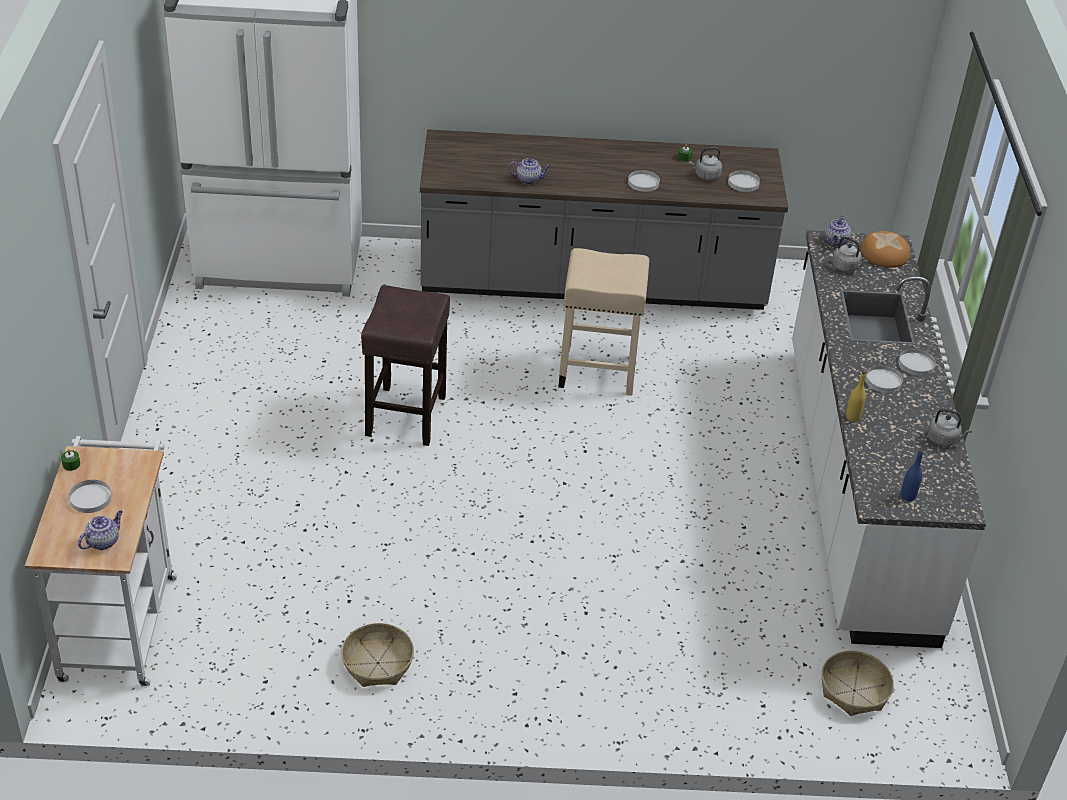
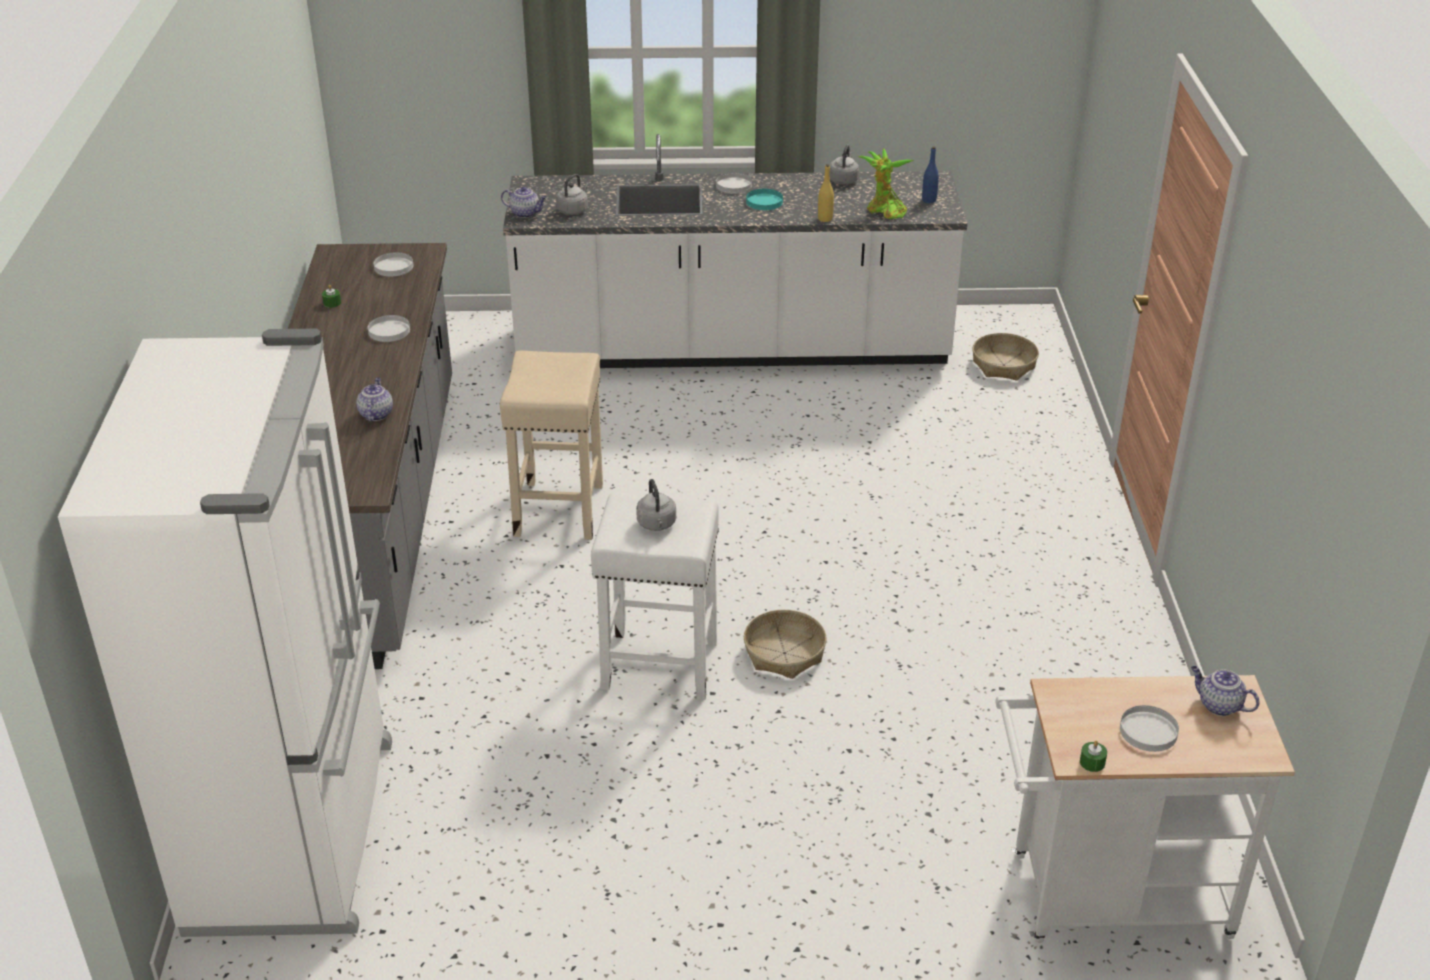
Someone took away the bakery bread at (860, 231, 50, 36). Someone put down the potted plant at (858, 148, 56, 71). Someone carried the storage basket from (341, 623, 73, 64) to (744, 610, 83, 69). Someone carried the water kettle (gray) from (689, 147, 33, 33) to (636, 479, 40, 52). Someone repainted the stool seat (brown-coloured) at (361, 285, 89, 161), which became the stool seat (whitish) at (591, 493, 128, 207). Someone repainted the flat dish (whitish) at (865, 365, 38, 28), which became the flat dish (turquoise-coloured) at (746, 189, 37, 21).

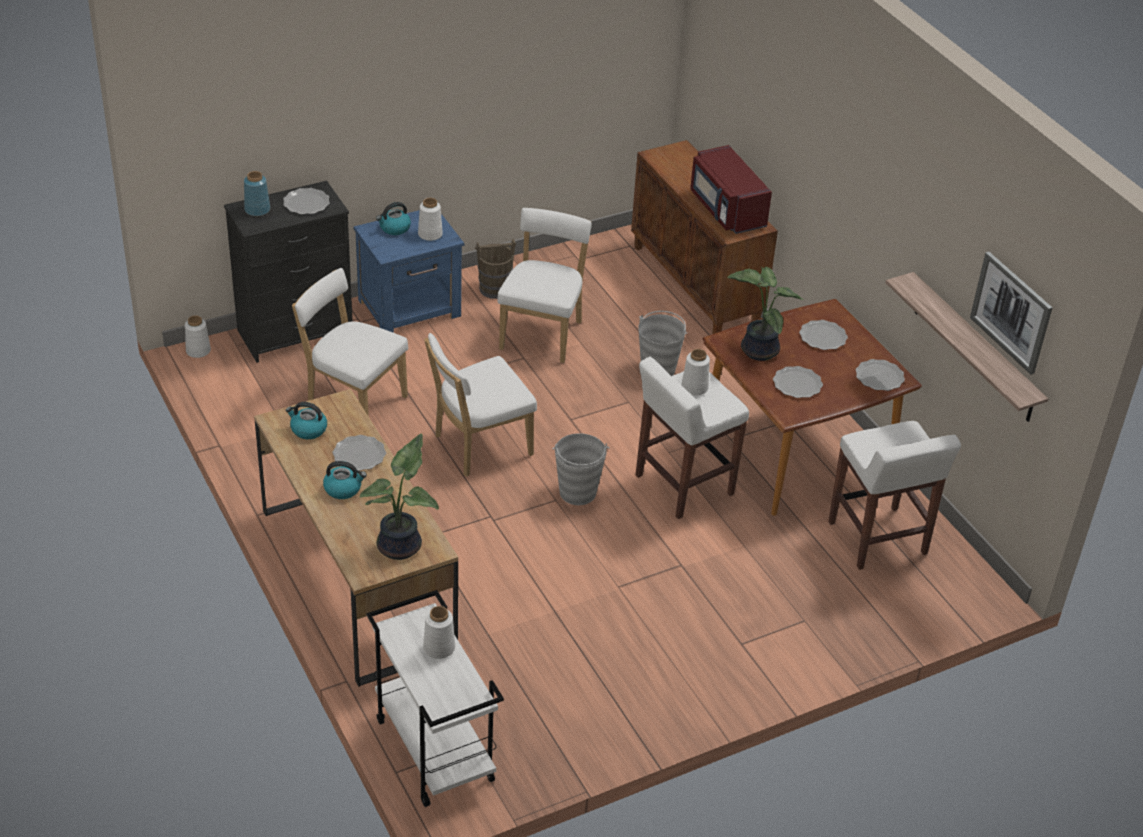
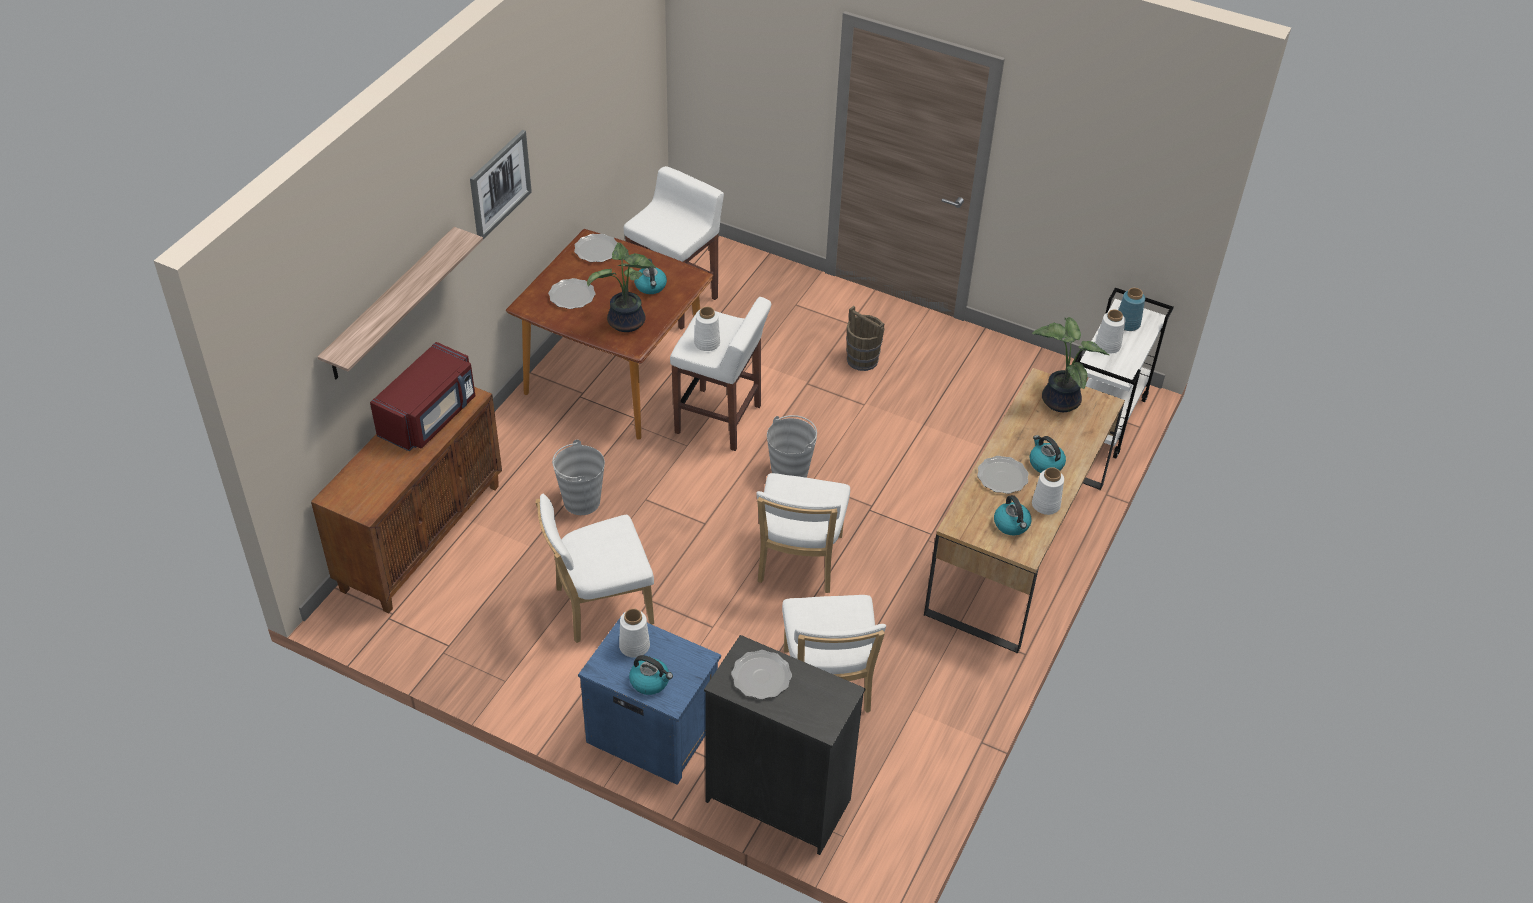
Someone carried the decorative vase (whitish) from (185, 315, 26, 43) to (1032, 467, 32, 48). Someone carried the decorative vase (blue) from (244, 171, 26, 45) to (1119, 288, 26, 43). Someone carried the pail (brown-coloured) from (475, 239, 41, 60) to (846, 306, 39, 65). Someone carried the wall shelf from (885, 272, 163, 150) to (318, 227, 165, 152). Someone carried the picture from (970, 252, 82, 123) to (470, 130, 62, 109). Someone swapped the flat dish at (773, 366, 50, 32) for the water kettle at (634, 259, 33, 35). Someone rotated the upright chair (whitish) at (424, 333, 113, 144) by 75 degrees clockwise.

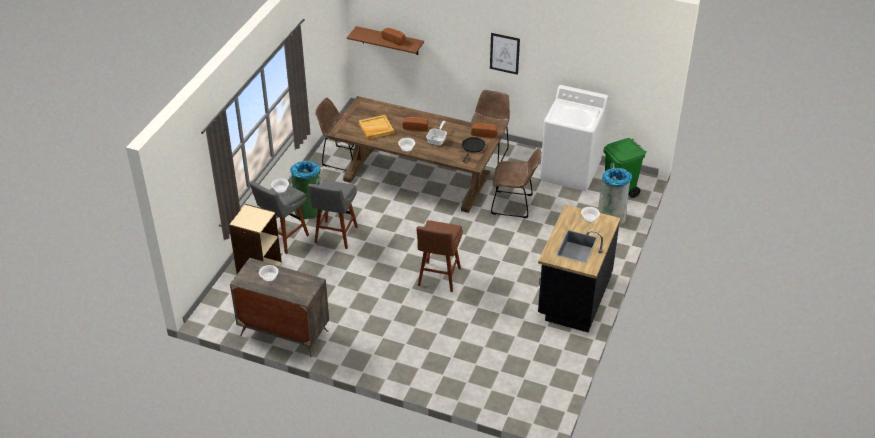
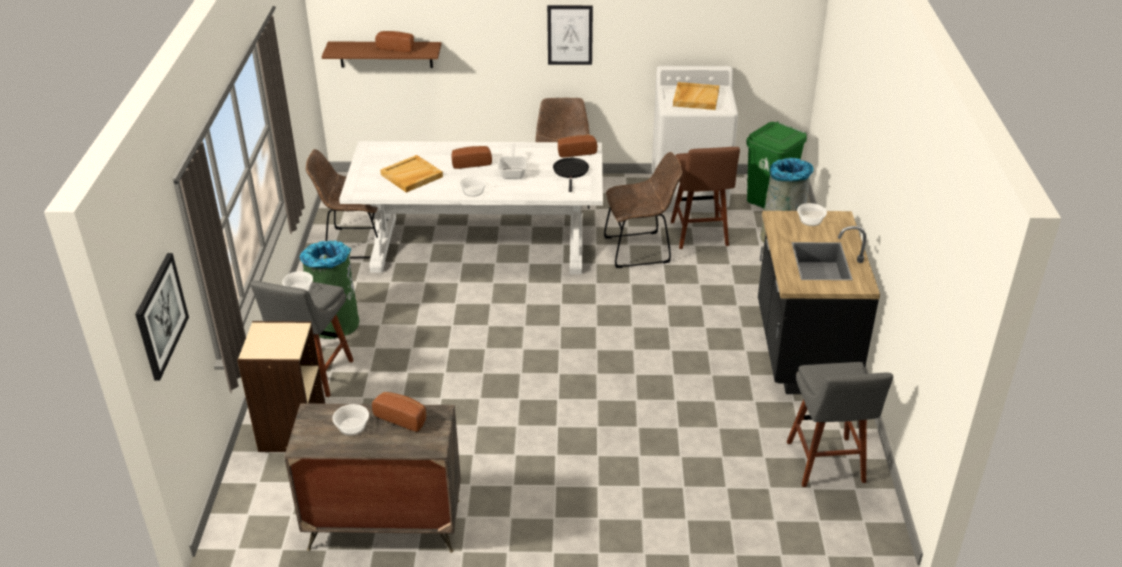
Someone put up the picture at (135, 253, 54, 128). Someone put down the bakery bread at (372, 392, 54, 40). Someone put down the carrying tray (beige) at (673, 82, 46, 28). Someone carried the stool seat (gray) from (308, 180, 50, 69) to (787, 362, 106, 125). Someone carried the stool seat (brown-coloured) from (416, 220, 47, 72) to (671, 147, 69, 102). Someone repainted the dining table (brown-coloured) at (327, 96, 178, 117), which became the dining table (whitish) at (339, 141, 264, 133).

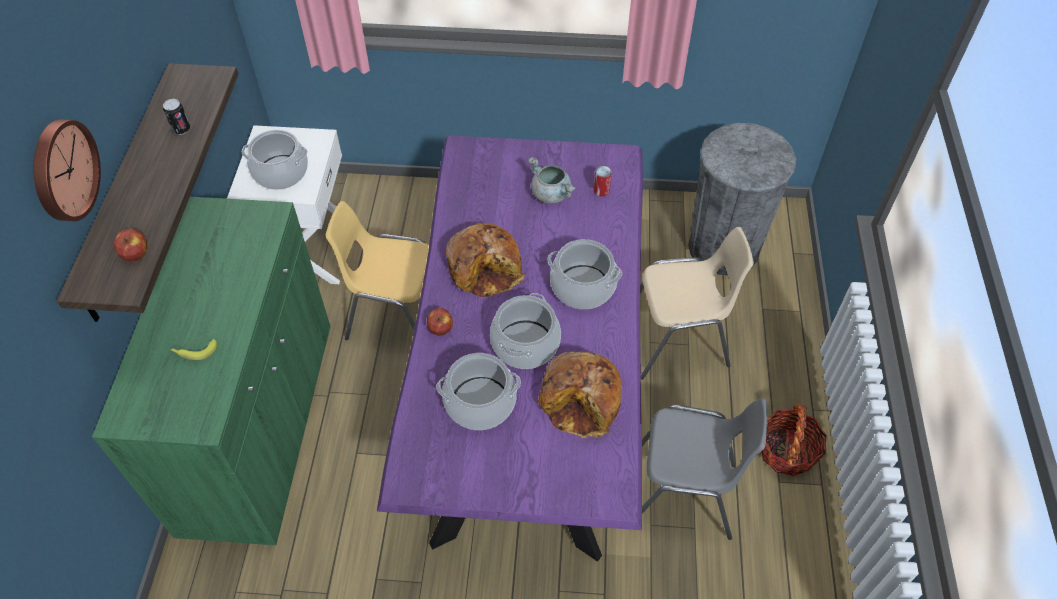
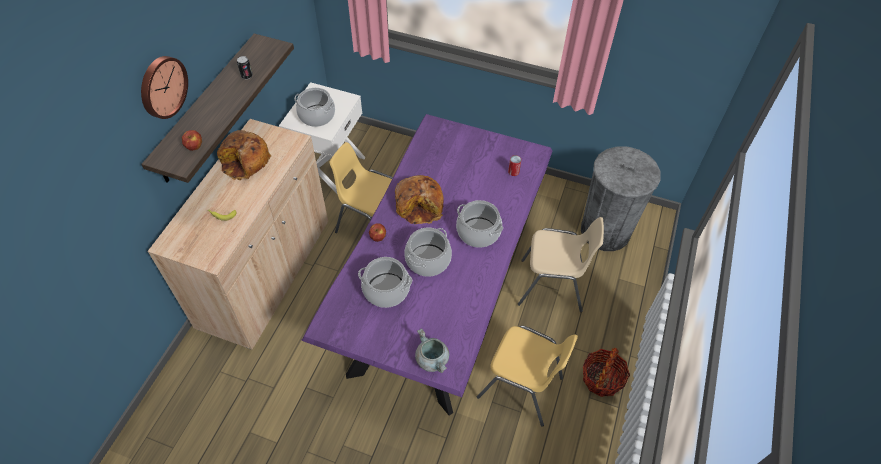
Someone carried the saucepot (gray) from (528, 157, 48, 47) to (415, 329, 34, 44). Someone carried the bakery bread from (537, 351, 85, 87) to (217, 130, 54, 50). Someone repainted the cupboard (green-coloured) at (92, 197, 238, 349), which became the cupboard (beige) at (148, 119, 180, 231). Someone repainted the upright chair (gray) at (642, 398, 125, 142), which became the upright chair (yellow-coloured) at (477, 326, 101, 101).

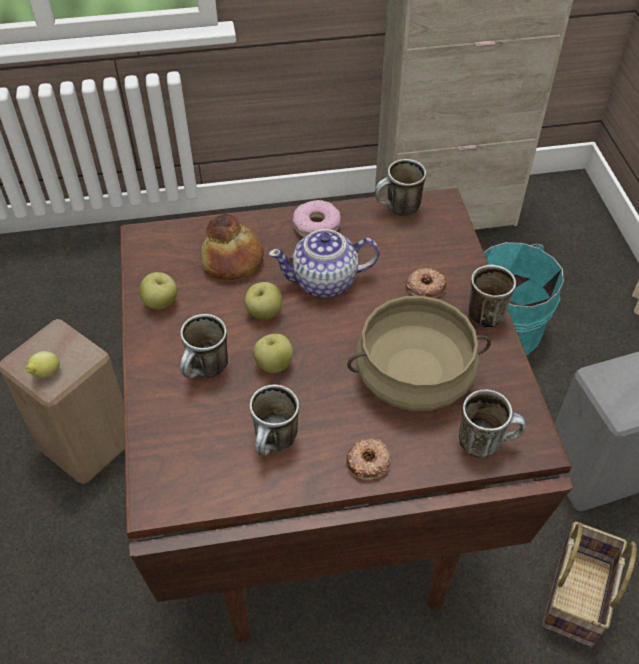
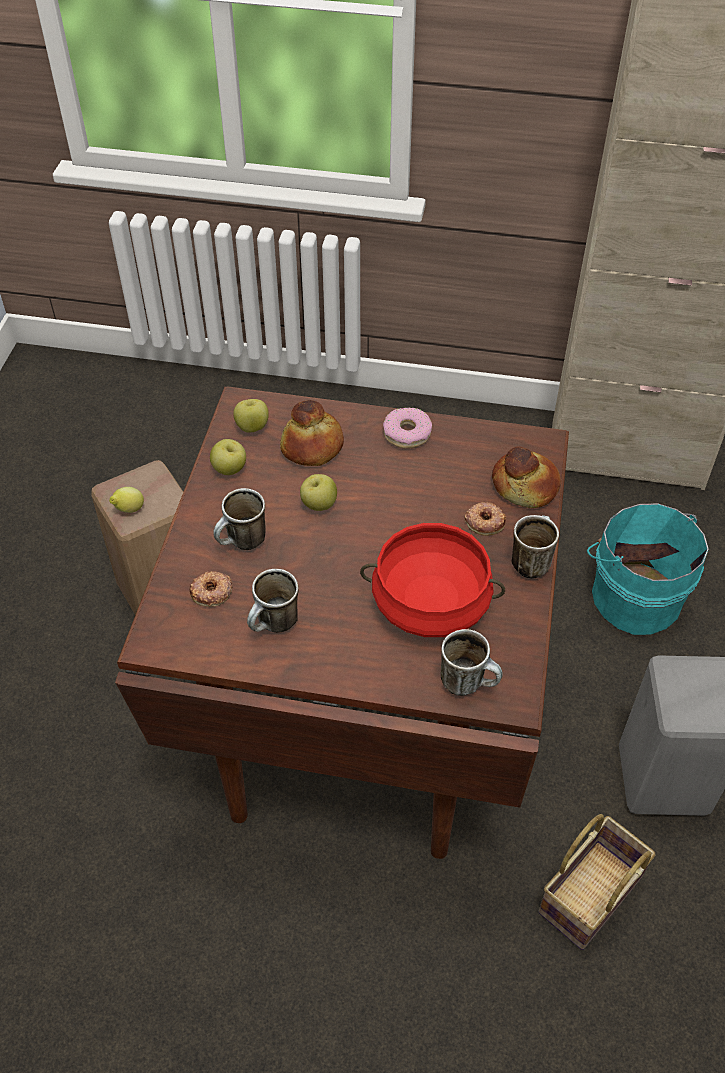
Someone took away the tea pot at (268, 229, 112, 69). Someone took away the coffee mug at (375, 159, 51, 57). Someone put down the bakery bread at (492, 446, 69, 62). Someone carried the apple from (253, 334, 40, 39) to (233, 399, 36, 34). Someone carried the donut from (346, 439, 45, 41) to (189, 571, 44, 36). Someone repainted the saucepot (beige) at (347, 296, 144, 115), which became the saucepot (red-coloured) at (360, 523, 145, 114).

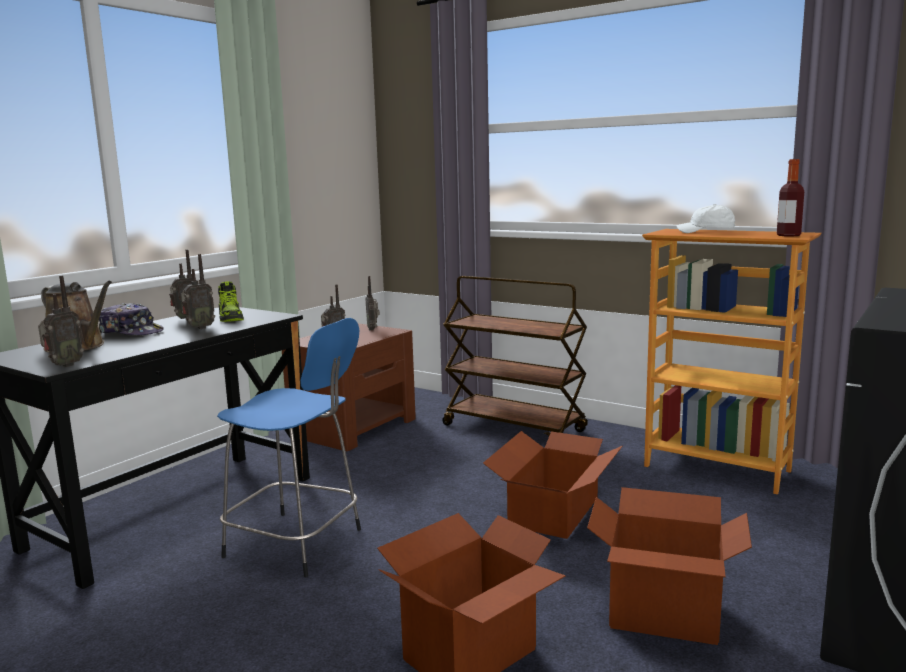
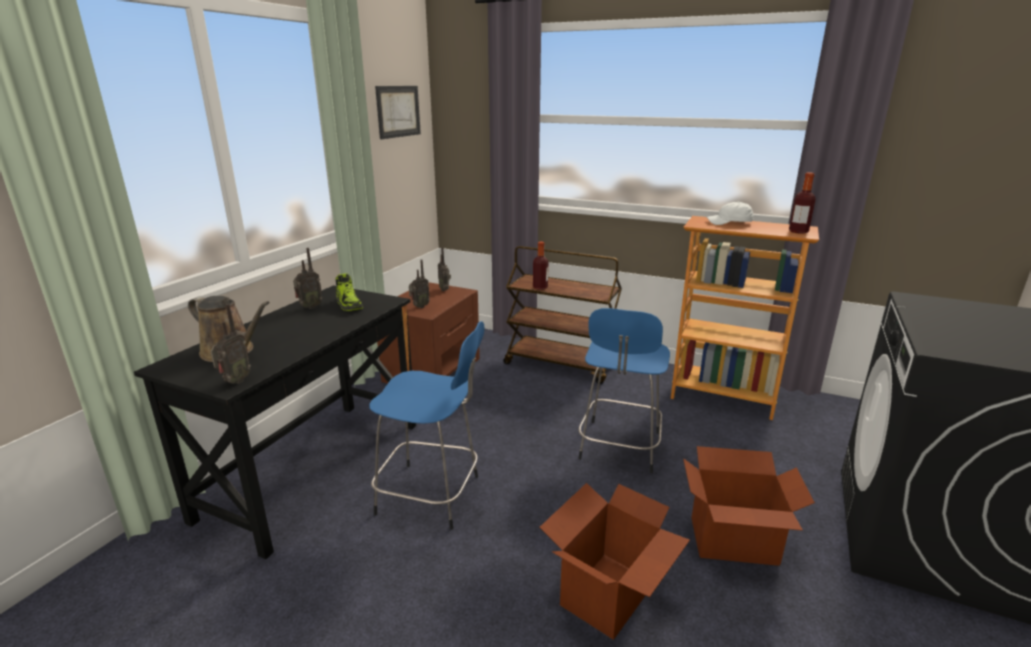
Someone took away the peaked cap at (99, 303, 65, 32). Someone took away the radio at (181, 254, 34, 75). Someone put up the picture at (375, 86, 46, 53). Someone put down the beverage bottle at (533, 241, 16, 49). Someone swapped the packing box at (483, 431, 139, 108) for the stool seat (blue) at (578, 308, 92, 165).

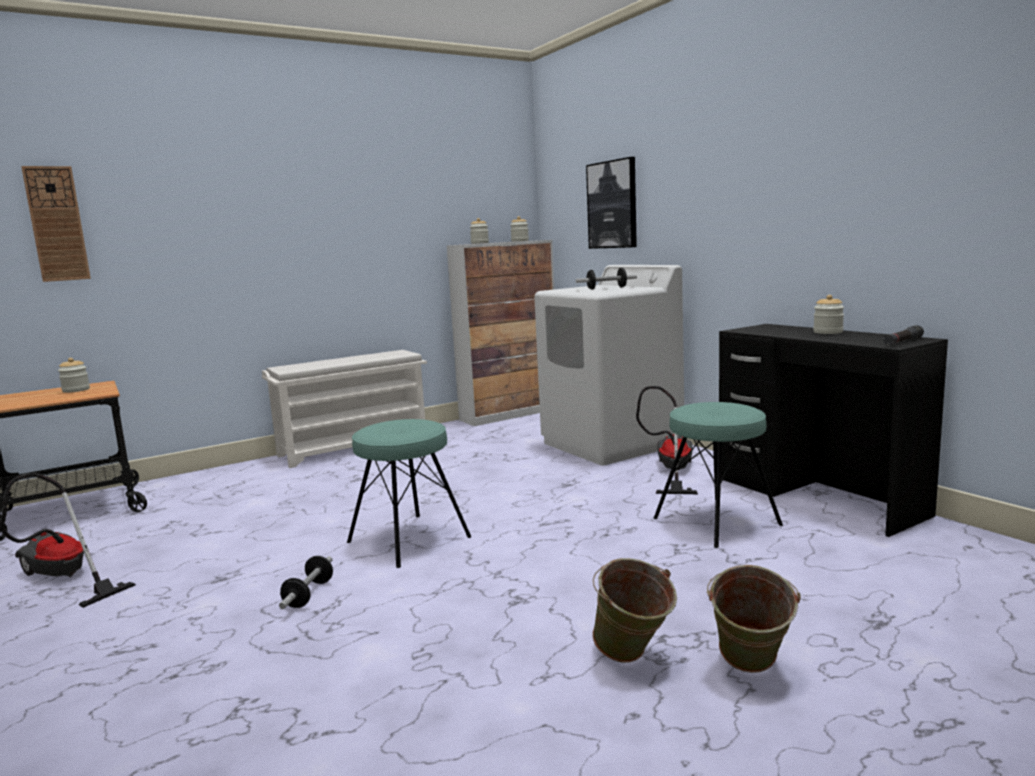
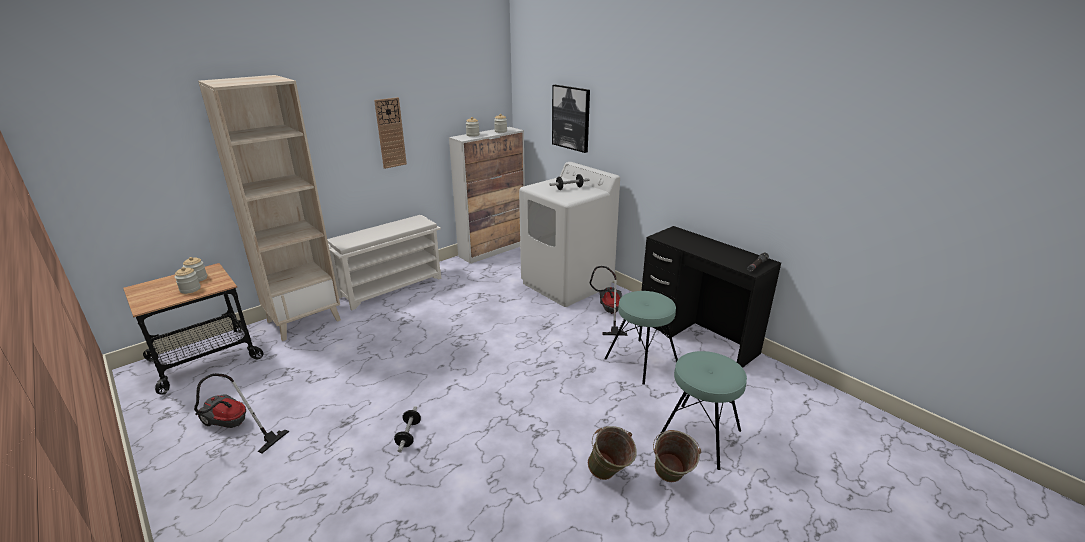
Someone put down the bookcase (beige) at (198, 75, 143, 266). Someone carried the wall clock from (21, 166, 70, 116) to (374, 97, 33, 72). Someone carried the stool seat (turquoise-coloured) from (347, 419, 124, 149) to (657, 351, 90, 119). Someone carried the jar from (813, 295, 31, 39) to (175, 267, 26, 27).

